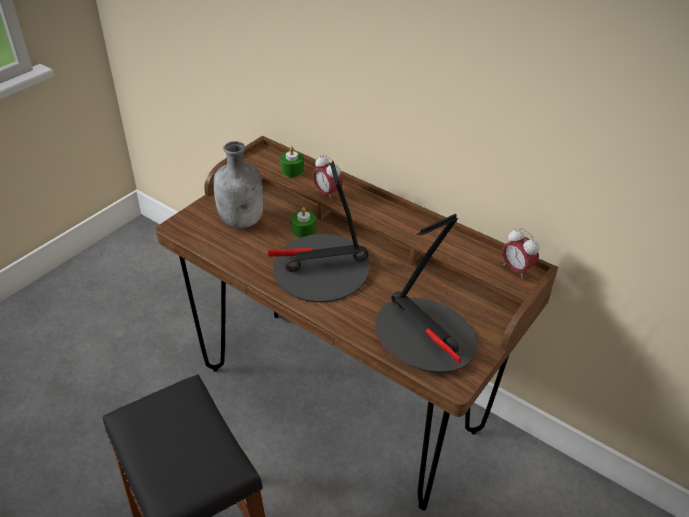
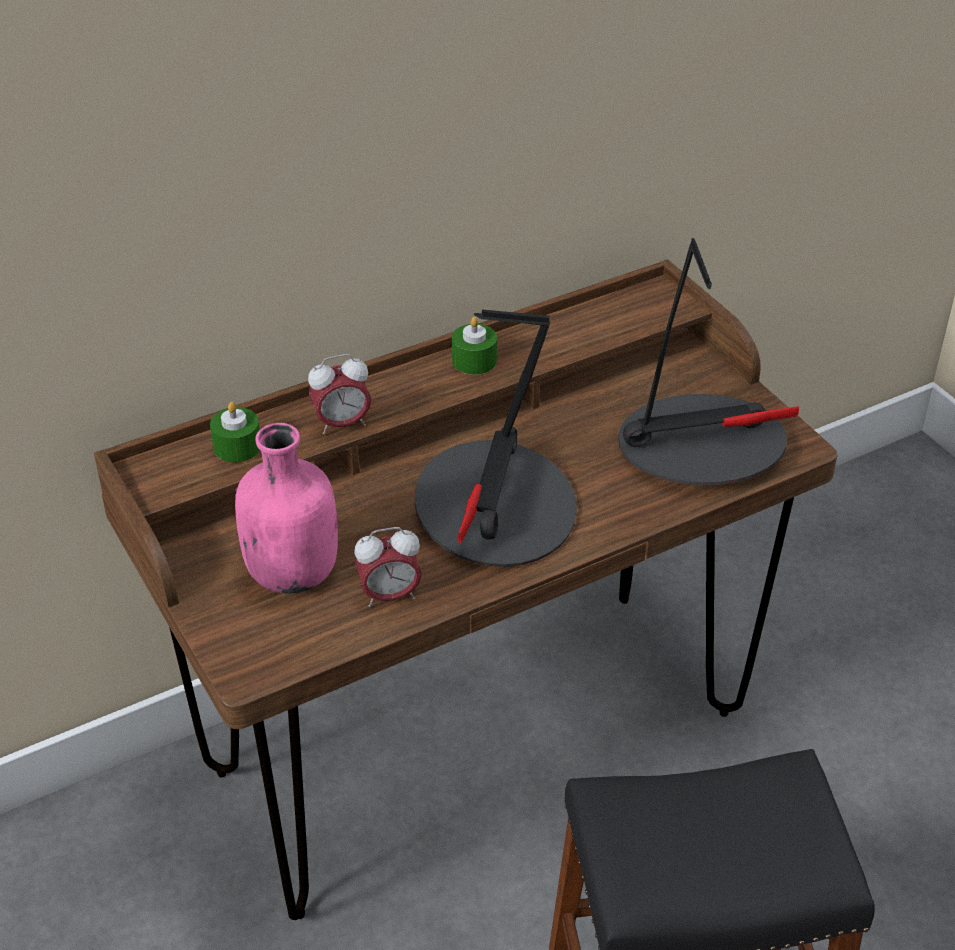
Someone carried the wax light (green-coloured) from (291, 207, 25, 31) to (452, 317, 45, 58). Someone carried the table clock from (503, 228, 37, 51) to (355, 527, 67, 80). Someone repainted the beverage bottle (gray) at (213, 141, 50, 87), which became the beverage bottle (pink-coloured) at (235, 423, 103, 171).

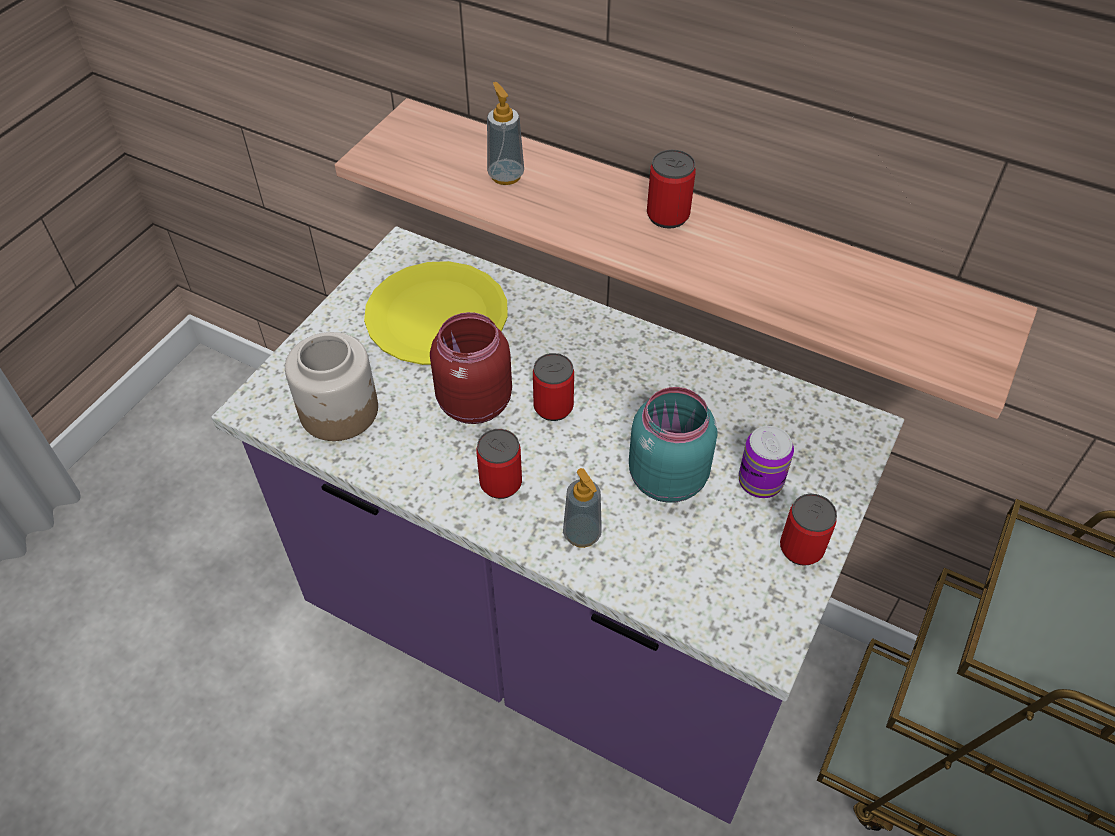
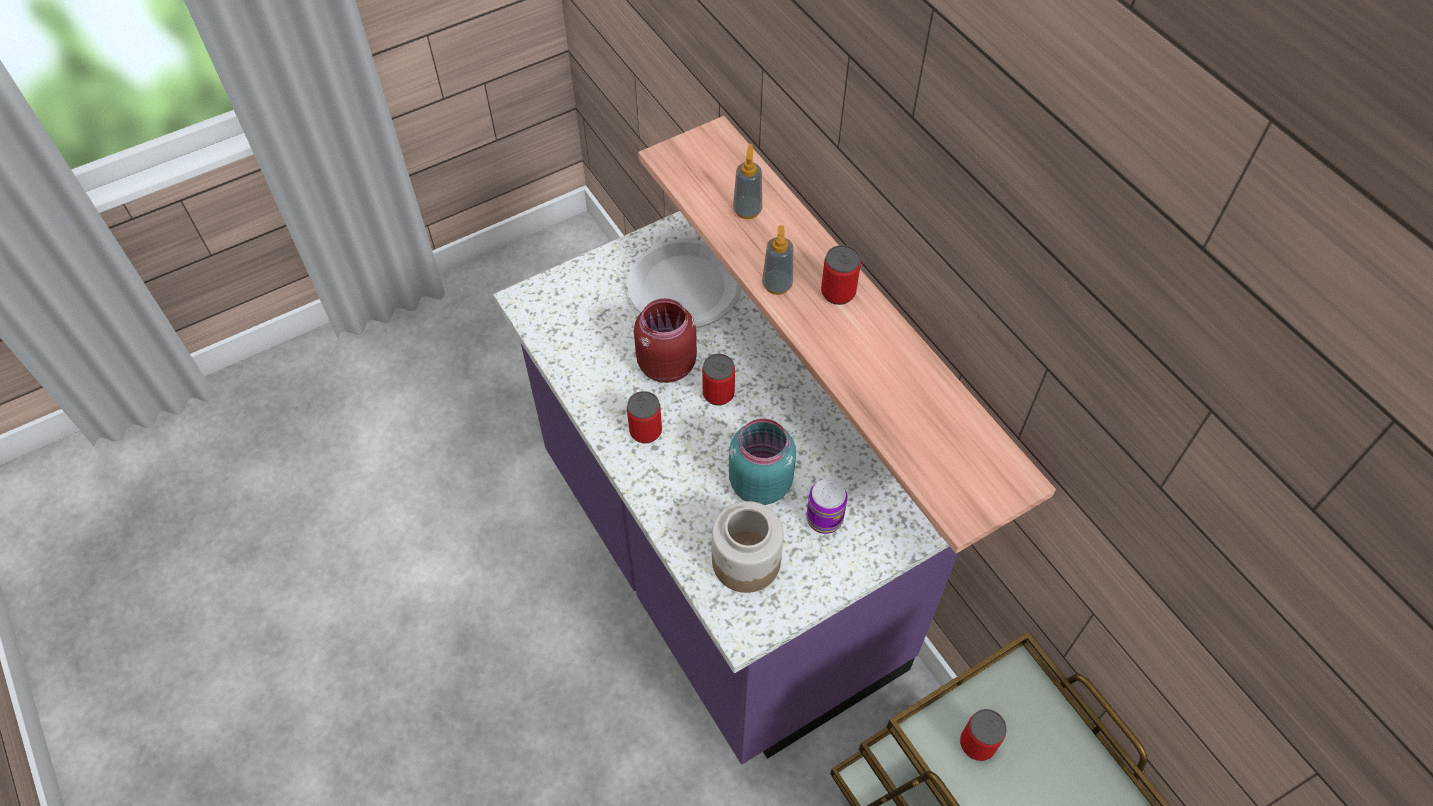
Someone carried the jar from (285, 332, 93, 109) to (712, 501, 72, 92). Someone carried the soap bottle from (563, 468, 39, 80) to (762, 225, 31, 70). Someone carried the can from (780, 494, 57, 72) to (960, 709, 47, 52). Someone repainted the flat dish (yellow-coloured) at (364, 261, 144, 104), which became the flat dish (whitish) at (627, 239, 115, 89).

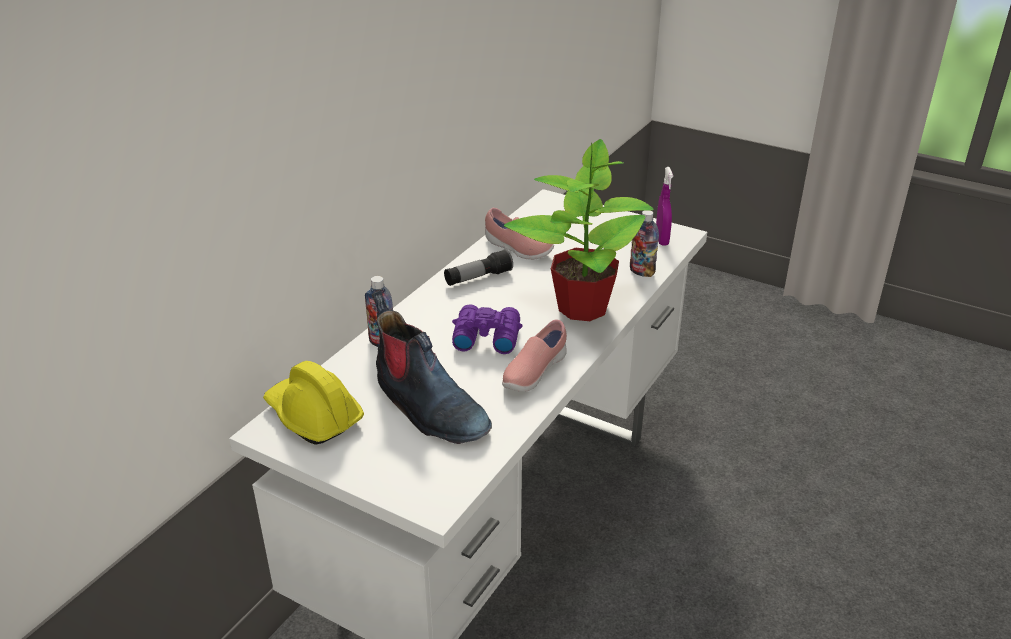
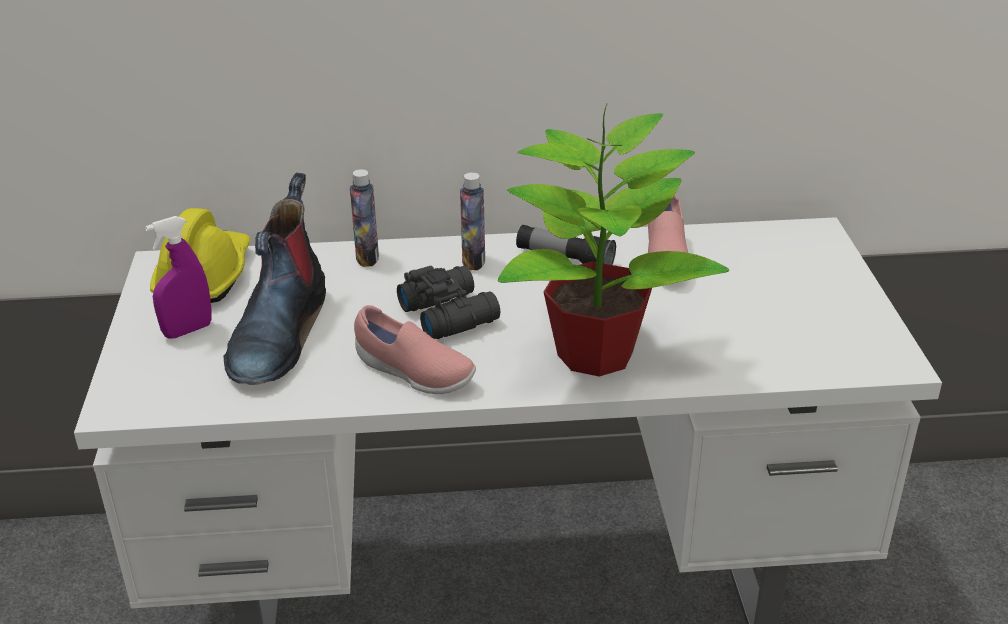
Someone carried the beverage bottle from (630, 210, 29, 67) to (460, 172, 25, 98). Someone carried the hand sprayer (purplish) from (656, 167, 17, 79) to (145, 216, 67, 123). Someone repainted the pair of binoculars (purplish) at (452, 304, 71, 50), which became the pair of binoculars (blackish) at (397, 266, 103, 73). Someone rotated the shoe (pink-coloured) at (502, 320, 65, 72) by 150 degrees counterclockwise.

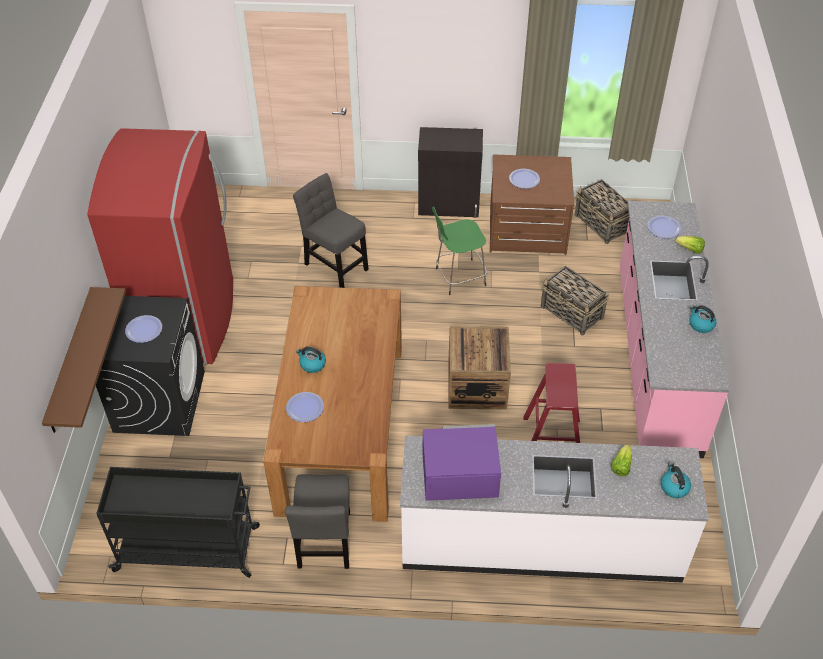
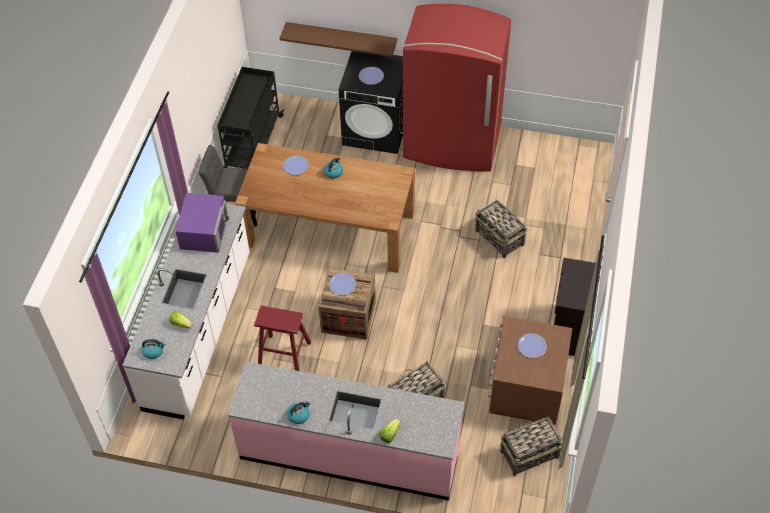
Someone took away the stool seat (green-coloured) at (432, 207, 55, 88). Someone carried the flat dish from (648, 216, 33, 23) to (329, 273, 27, 22). Someone swapped the upright chair (gray) at (293, 173, 76, 115) for the storage basket at (475, 200, 53, 58).

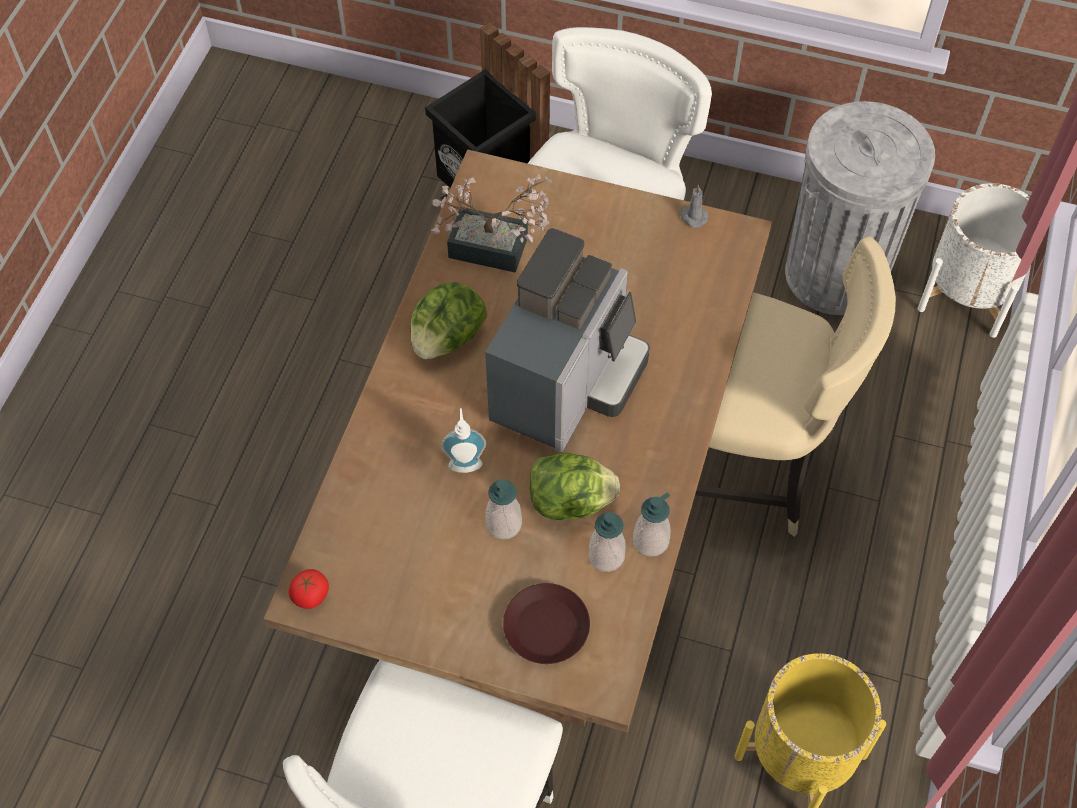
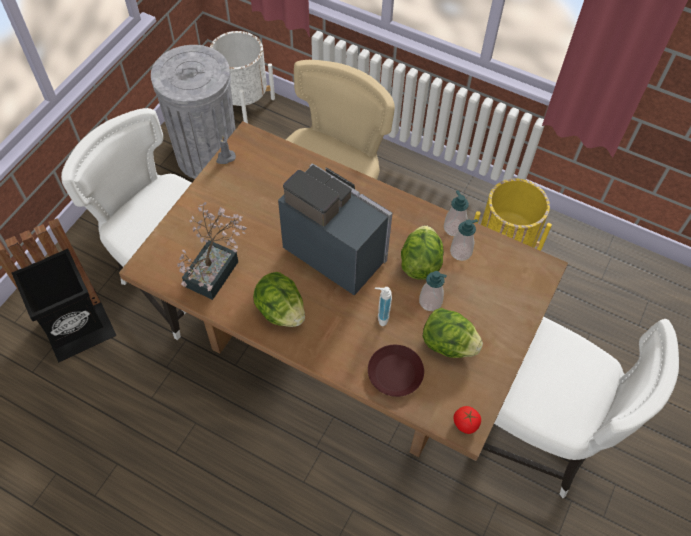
Someone put down the lettuce at (423, 308, 60, 50). Someone carried the flat dish (brown-coloured) from (503, 583, 87, 81) to (368, 345, 56, 52).

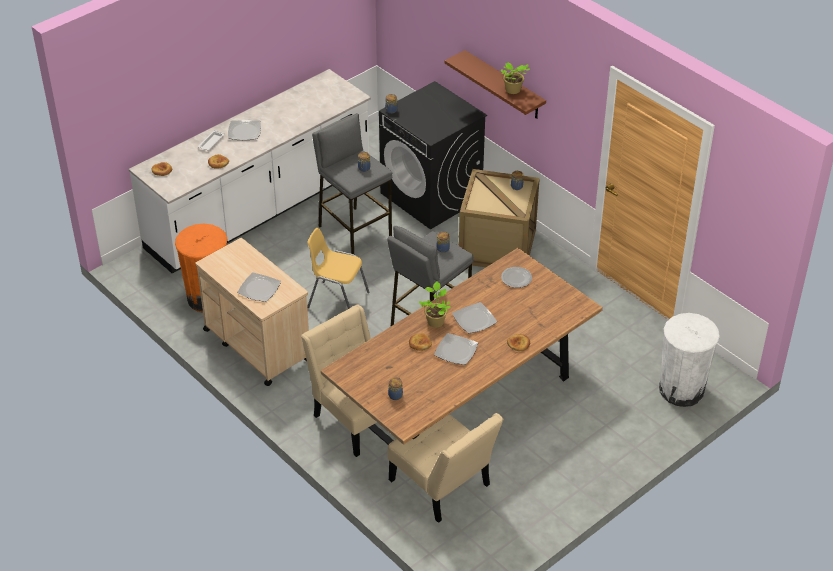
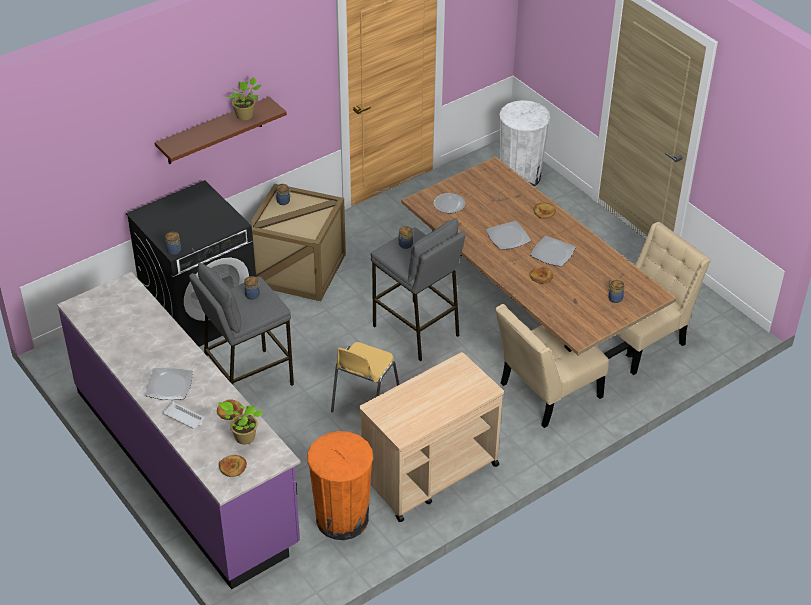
Someone took away the flat dish at (237, 272, 44, 30). Someone carried the potted plant from (419, 281, 32, 47) to (218, 402, 45, 42). Someone repainted the counter (whitish) at (129, 69, 242, 205), which became the counter (purplish) at (57, 272, 244, 317).

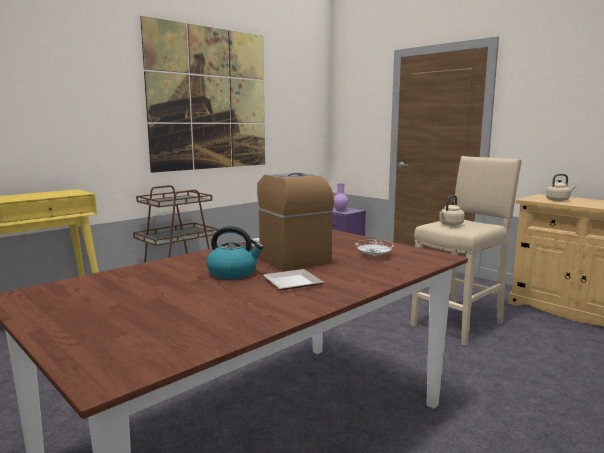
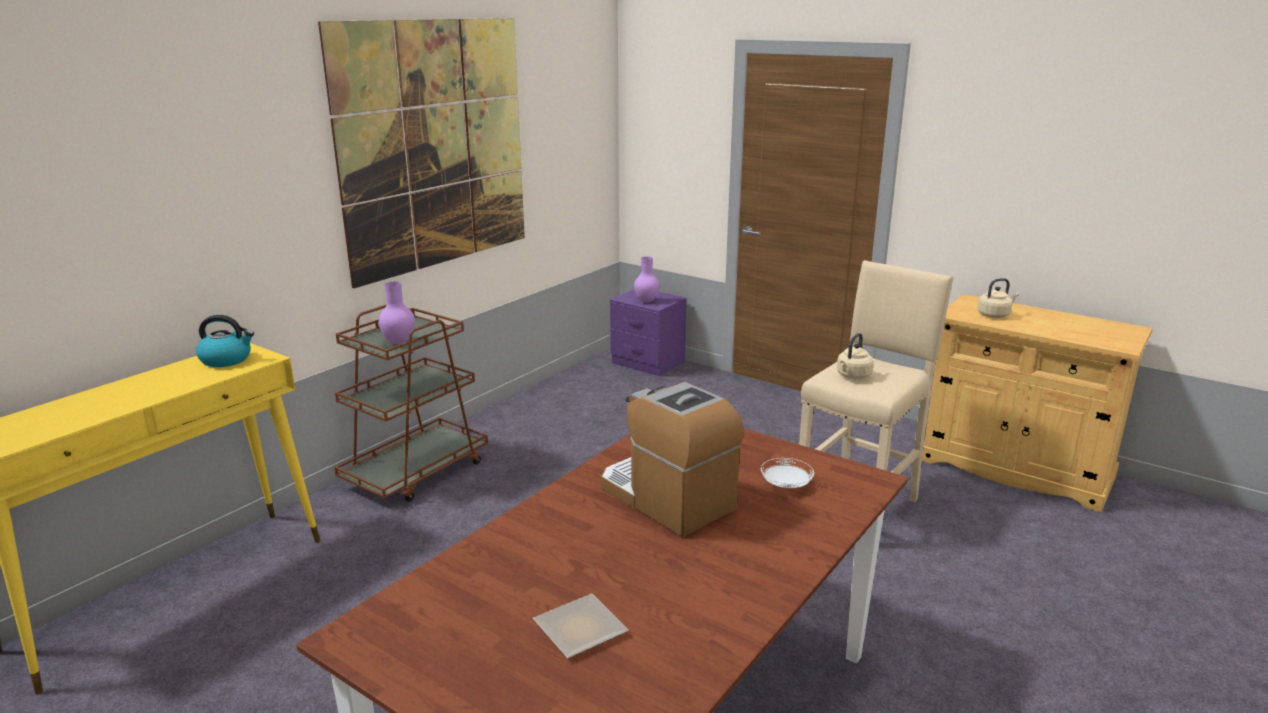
Someone put down the decorative vase (purplish) at (379, 281, 36, 63). Someone carried the water kettle from (206, 226, 58, 53) to (196, 315, 58, 52). Someone carried the flat dish from (263, 269, 61, 21) to (533, 594, 96, 64).

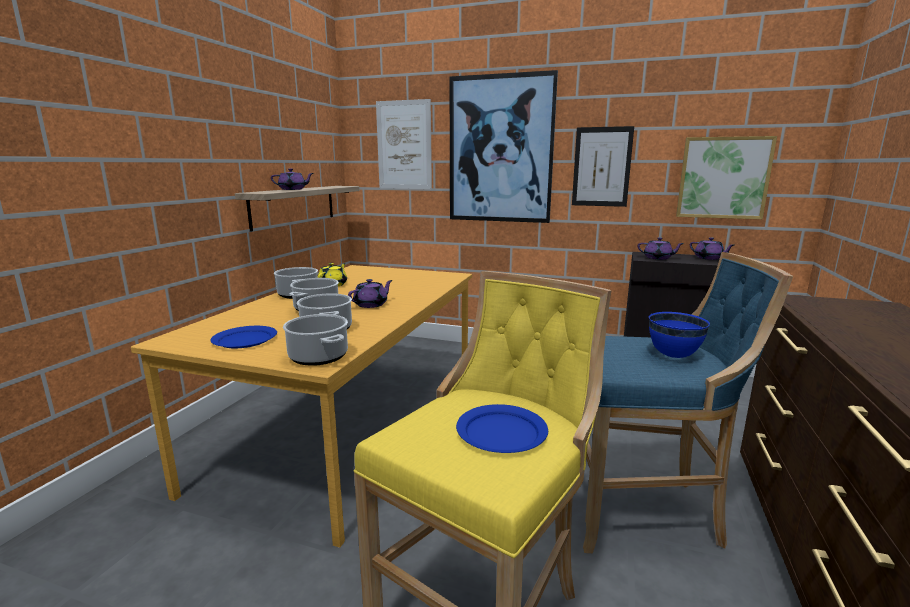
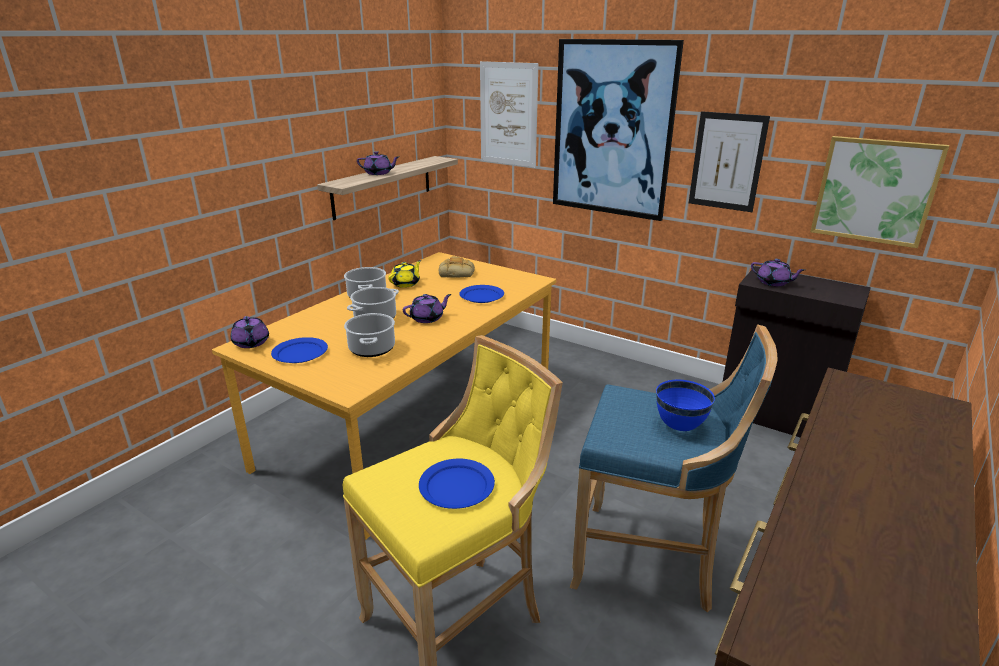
Someone took away the saucepot at (283, 314, 65, 52). Someone put down the bakery bread at (439, 256, 36, 22). Someone put down the flat dish (blue) at (459, 285, 45, 18). Someone carried the tea pot (purplish) from (690, 237, 44, 23) to (231, 316, 38, 32).

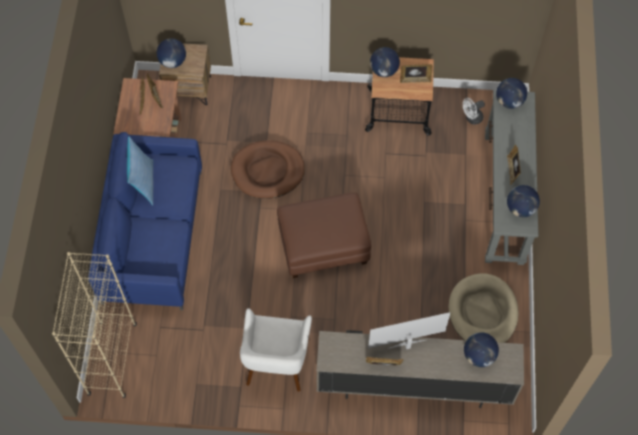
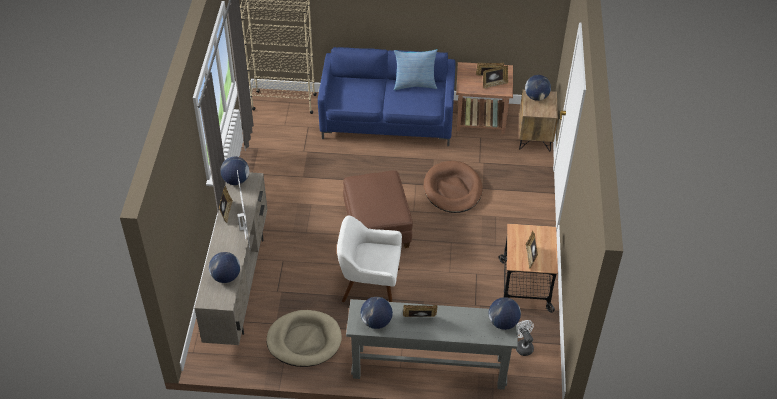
Someone carried the easy chair (whitish) from (240, 308, 72, 84) to (337, 216, 65, 86). Someone carried the globe from (370, 47, 30, 30) to (220, 157, 29, 28).

